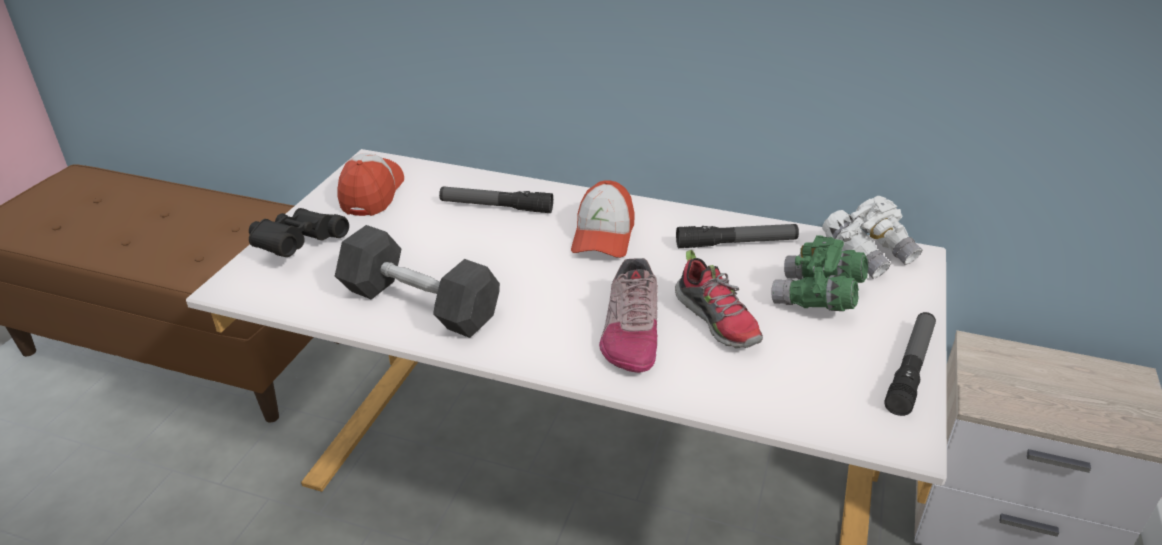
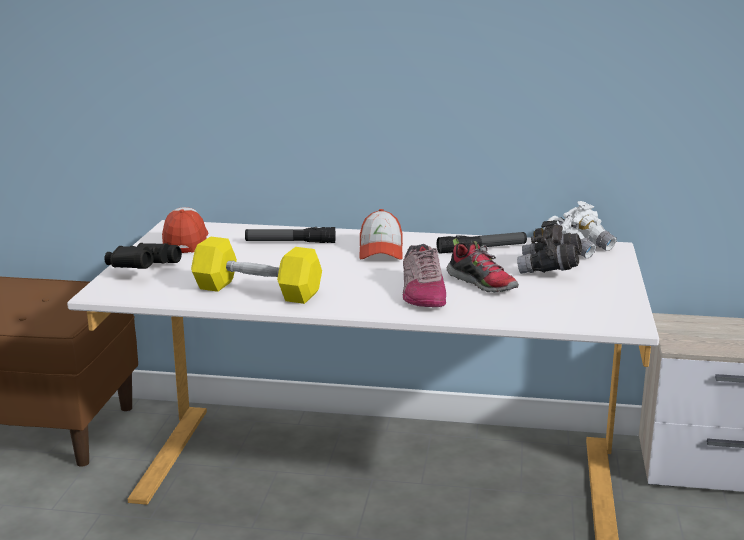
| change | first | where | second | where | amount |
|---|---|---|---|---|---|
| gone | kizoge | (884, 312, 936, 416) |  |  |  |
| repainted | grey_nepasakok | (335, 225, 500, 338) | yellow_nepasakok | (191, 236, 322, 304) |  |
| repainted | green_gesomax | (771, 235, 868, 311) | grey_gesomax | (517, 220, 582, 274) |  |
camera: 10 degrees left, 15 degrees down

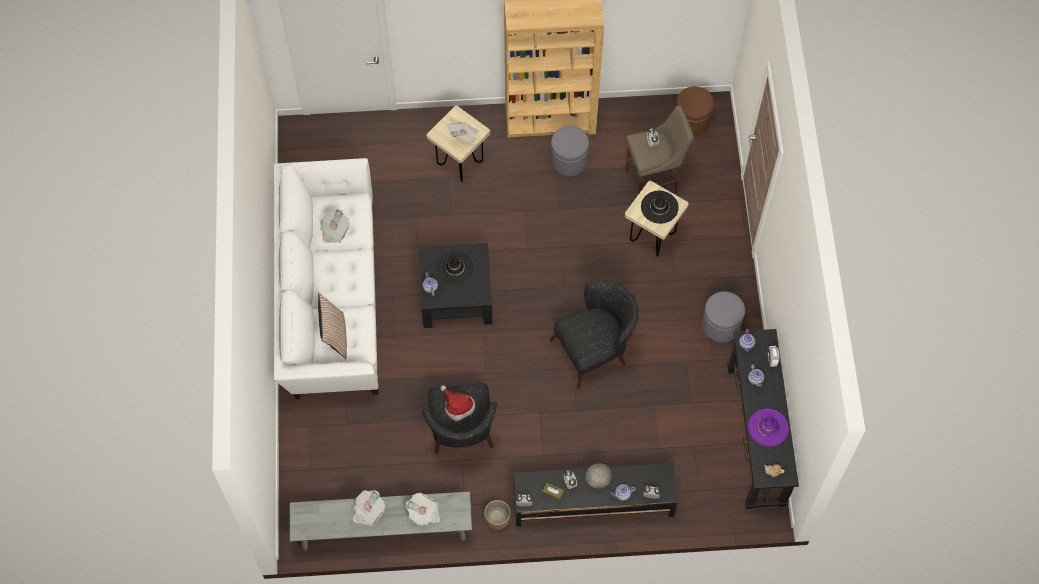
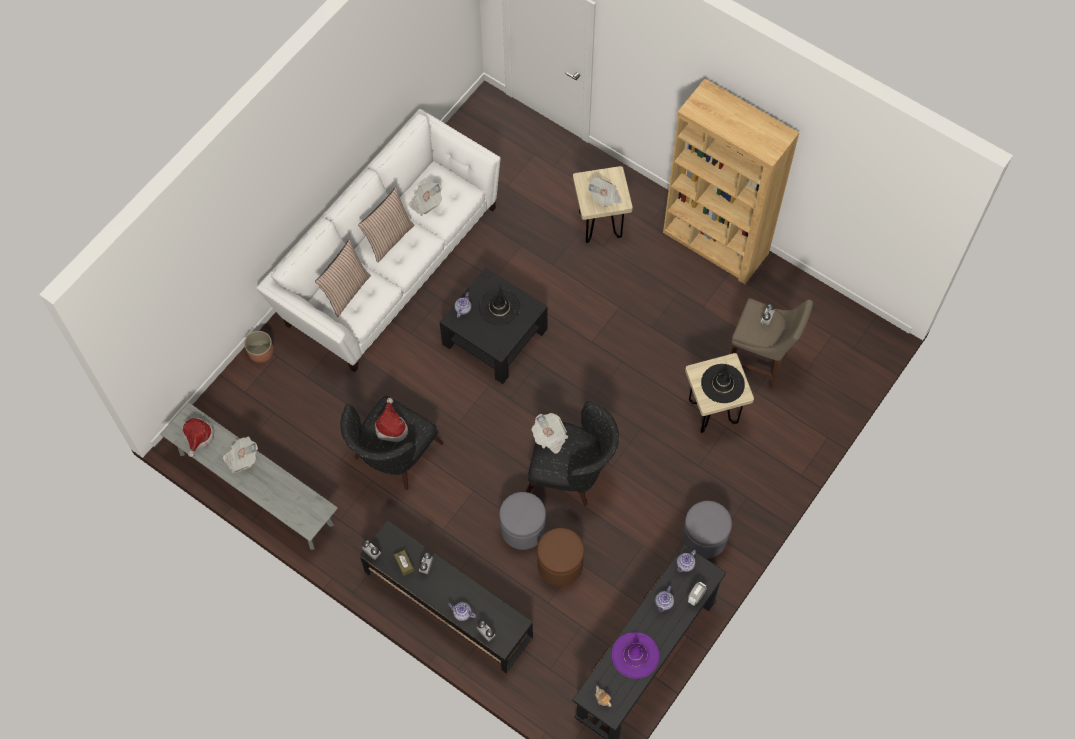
| change | first | where | second | where | amount |
|---|---|---|---|---|---|
| gone | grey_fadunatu | (586, 464, 612, 489) |  |  |  |
| new |  |  | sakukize | (182, 418, 214, 457) |  |
| new |  |  | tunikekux | (358, 187, 415, 263) |  |
| shifted | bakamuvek | (406, 493, 440, 526) |  | (532, 413, 568, 454) |  |
| shifted | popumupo | (484, 500, 511, 530) |  | (244, 331, 273, 363) |  |
| shifted | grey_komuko | (551, 126, 589, 176) |  | (499, 492, 546, 550) |  |
| shifted | brown_komuko | (676, 86, 714, 136) |  | (537, 528, 584, 586) |  |
camera: 40 degrees right, 0 degrees up

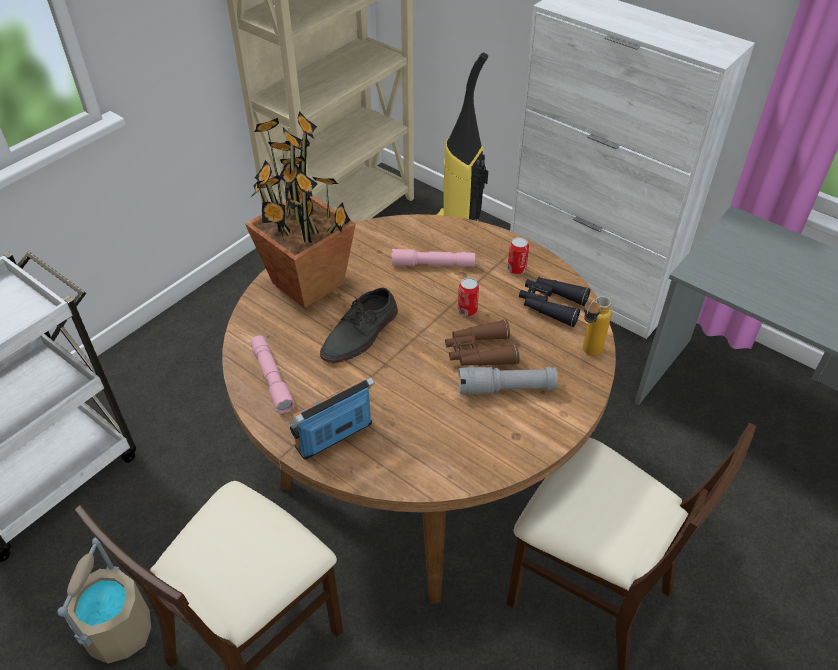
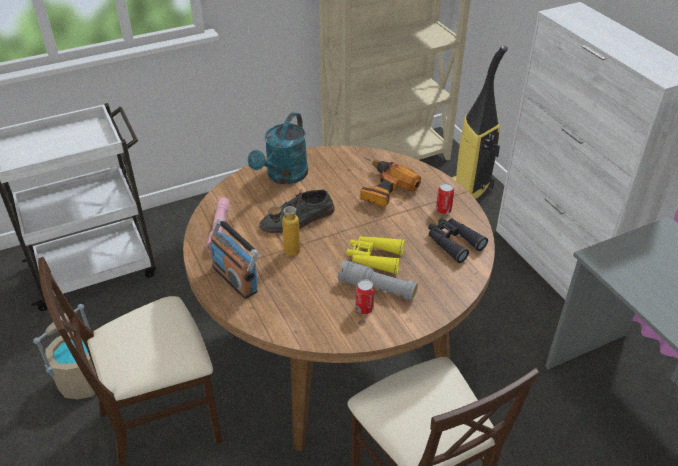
| change | first | where | second | where | amount |
|---|---|---|---|---|---|
| shifted | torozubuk | (458, 278, 479, 316) |  | (355, 279, 374, 314) |  |
| shifted | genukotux | (583, 296, 612, 356) |  | (267, 204, 300, 256) |  |
| swapped | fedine | (245, 111, 356, 308) | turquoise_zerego | (248, 112, 308, 184) |  |
| swapped | pink_kizoge | (391, 249, 475, 267) | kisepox | (360, 157, 421, 207) |  |
| repainted | brown_gesomax | (445, 320, 520, 366) | yellow_gesomax | (346, 236, 405, 274) |  |
| rotated | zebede | (290, 377, 375, 460) |  | (209, 219, 259, 299) | 120 degrees counterclockwise |
camera: 25 degrees right, 5 degrees down

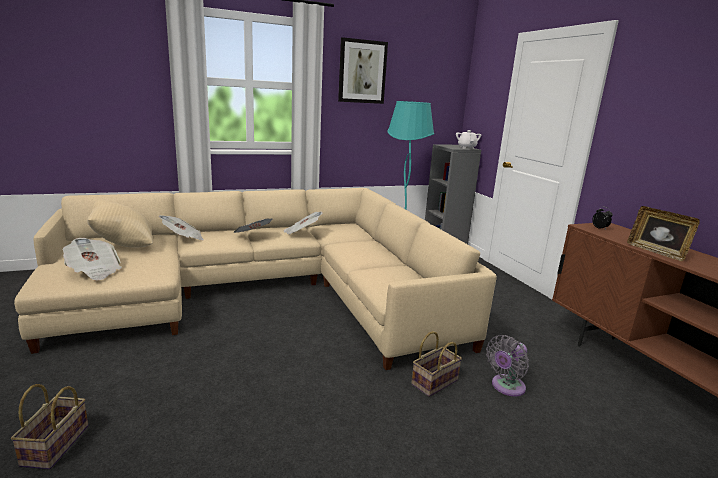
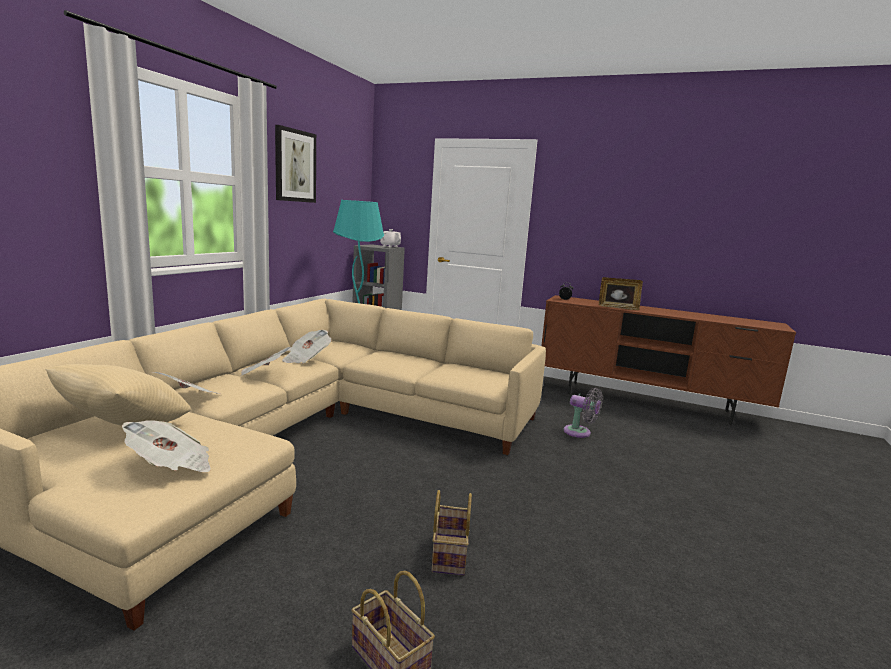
| change | first | where | second | where | amount |
|---|---|---|---|---|---|
| shifted | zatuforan | (411, 331, 462, 397) |  | (432, 490, 472, 576) |  |
| rotated | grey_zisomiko | (486, 335, 529, 396) |  | (564, 388, 603, 438) | 60 degrees counterclockwise |
camera: 45 degrees left, 5 degrees down

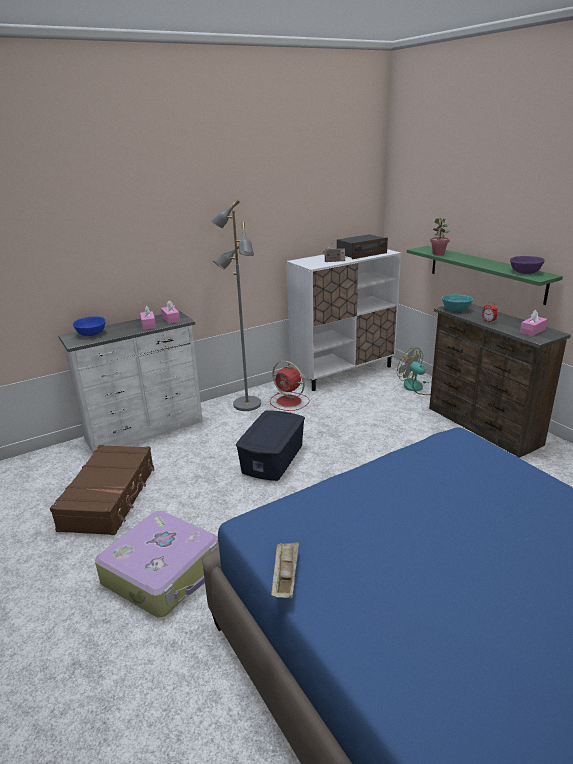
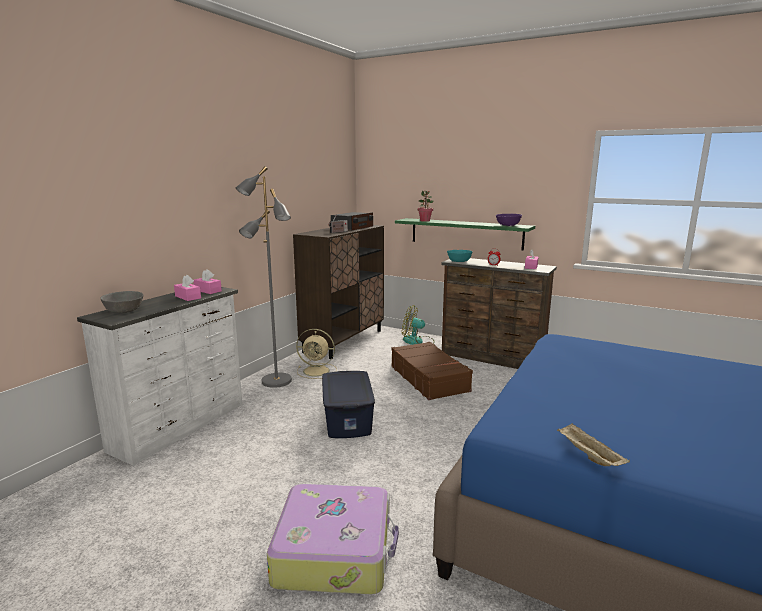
| change | first | where | second | where | amount |
|---|---|---|---|---|---|
| shifted | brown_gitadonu | (50, 445, 155, 535) |  | (391, 342, 473, 400) |  |
| repainted | blue_fadunatu | (73, 316, 106, 336) | grey_fadunatu | (100, 291, 143, 313) |  |
| repainted | red_zisomiko | (270, 361, 310, 411) | beige_zisomiko | (296, 329, 337, 379) |  |
| repainted | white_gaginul | (286, 249, 401, 391) | brown_gaginul | (293, 225, 384, 359) |  |
camera: 30 degrees left, 10 degrees down

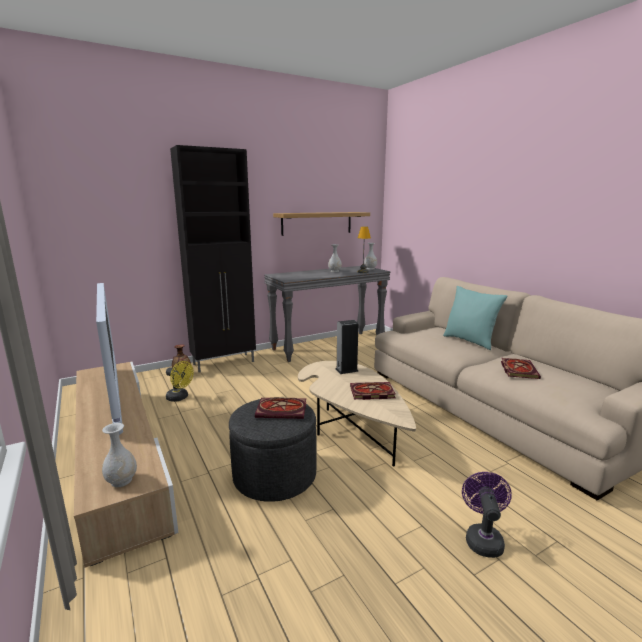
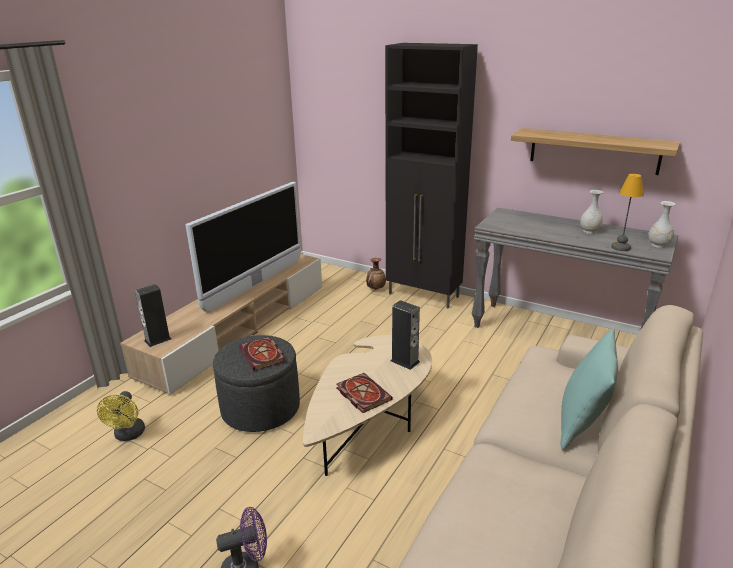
| change | first | where | second | where | amount |
|---|---|---|---|---|---|
| gone | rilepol | (501, 358, 541, 379) |  |  |  |
| shifted | yellow_zisomiko | (166, 361, 194, 402) |  | (97, 391, 145, 441) |  |
| swapped | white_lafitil | (102, 423, 137, 487) | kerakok | (135, 284, 171, 347) |  |
camera: 60 degrees right, 10 degrees up

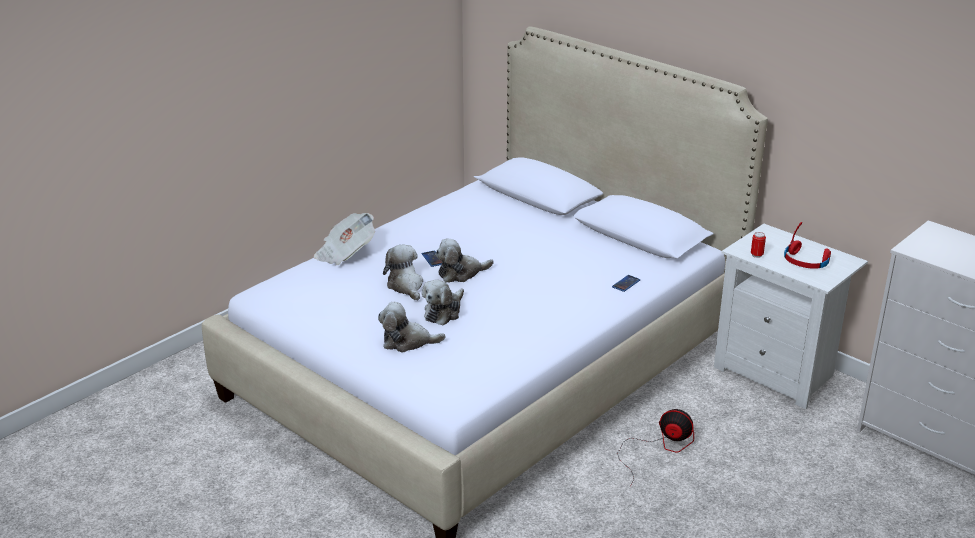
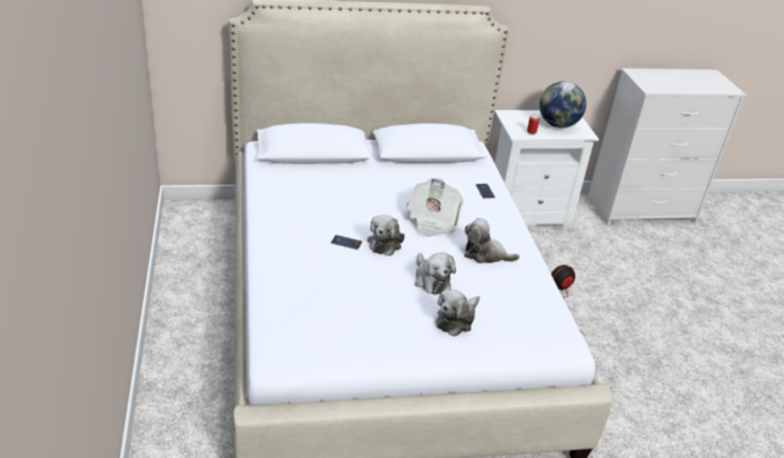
| change | first | where | second | where | amount |
|---|---|---|---|---|---|
| shifted | bakamuvek | (314, 213, 375, 265) |  | (407, 178, 463, 237) |  |
| shifted | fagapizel | (383, 245, 423, 301) |  | (464, 218, 520, 264) |  |
| swapped | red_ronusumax | (784, 222, 831, 269) | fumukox | (539, 81, 586, 128) |  |
camera: 55 degrees left, 5 degrees up

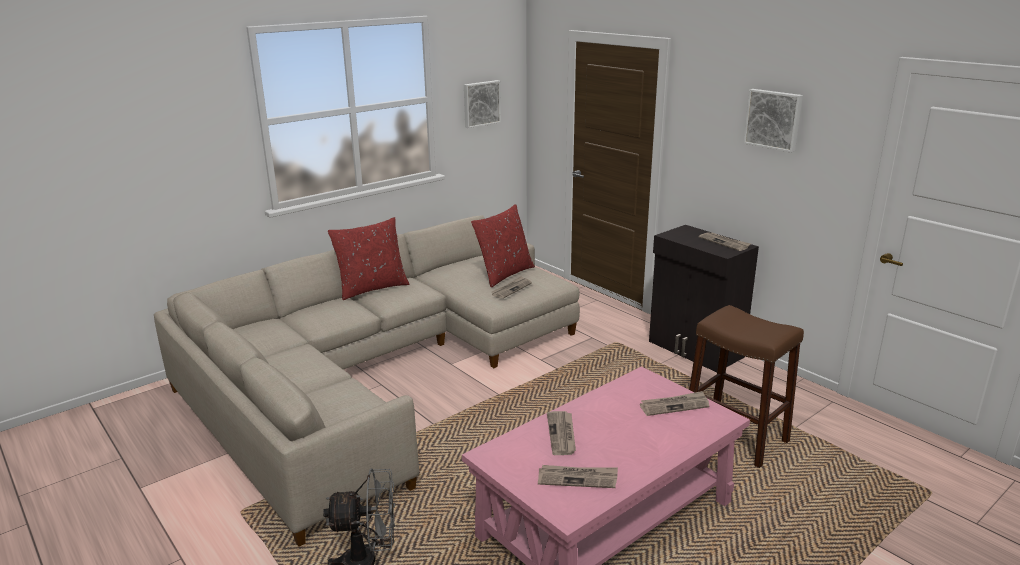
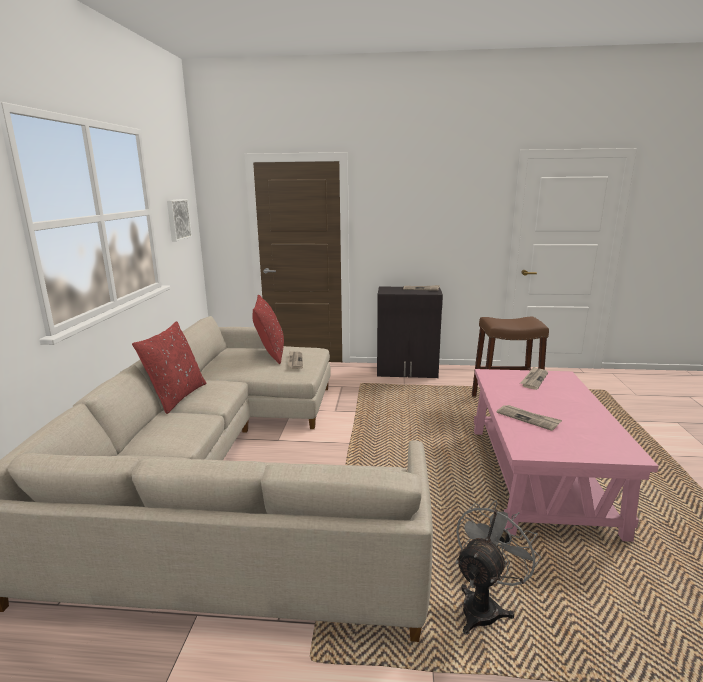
| change | first | where | second | where | amount |
|---|---|---|---|---|---|
| gone | bakamuvek | (538, 465, 618, 488) |  |  |  |
| gone | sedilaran | (743, 89, 803, 153) |  |  |  |
camera: 45 degrees left, 5 degrees down

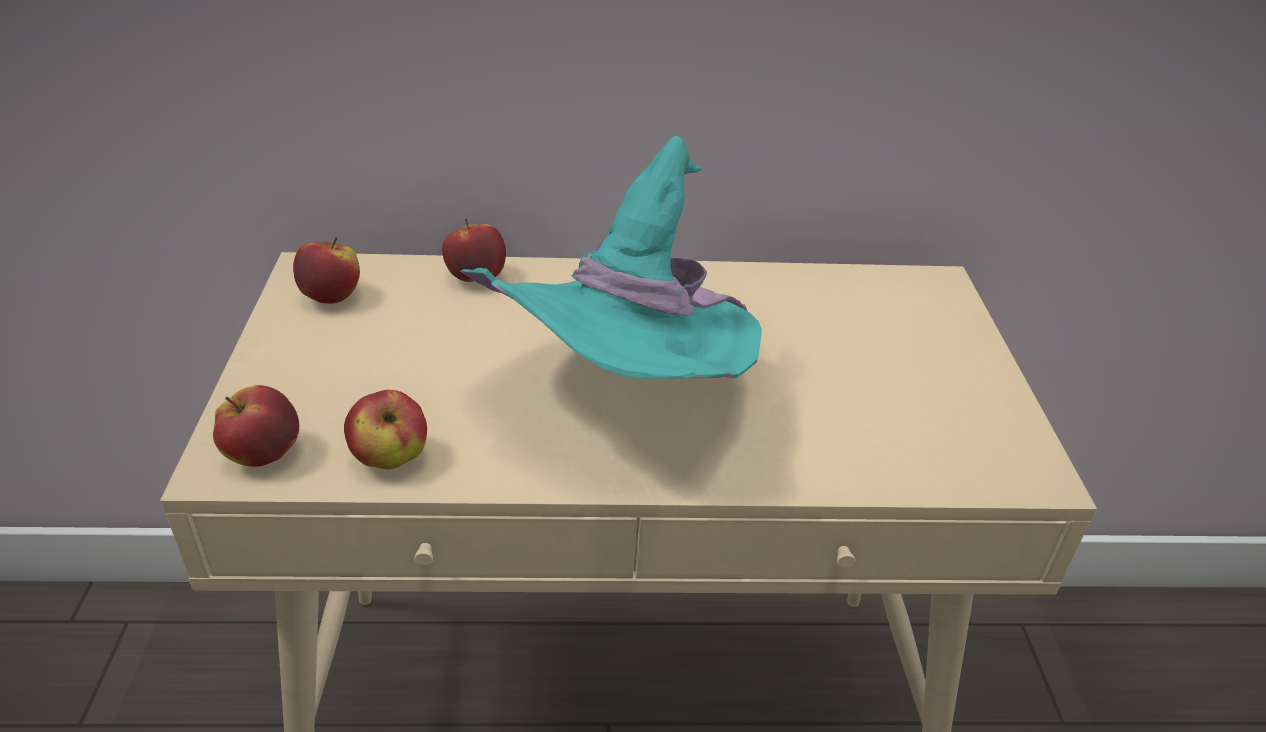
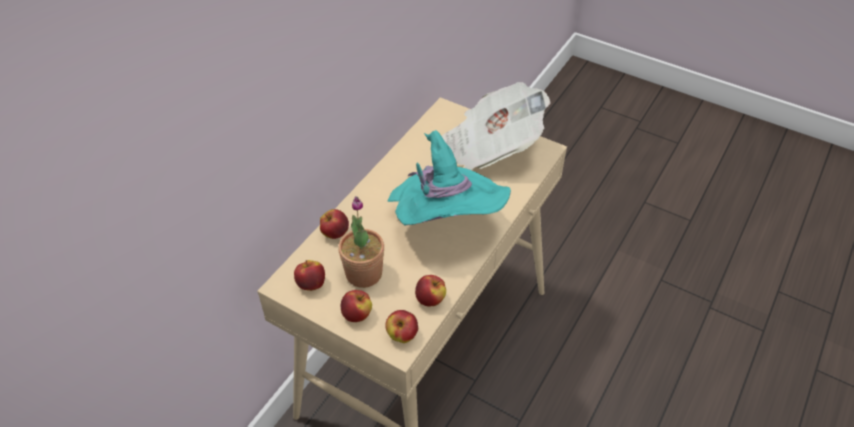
| change | first | where | second | where | amount |
|---|---|---|---|---|---|
| new |  |  | fedine | (338, 196, 384, 288) |  |
| new |  |  | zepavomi | (341, 290, 372, 322) |  |
| new |  |  | bakamuvek | (442, 82, 551, 170) |  |
camera: 55 degrees left, 10 degrees up

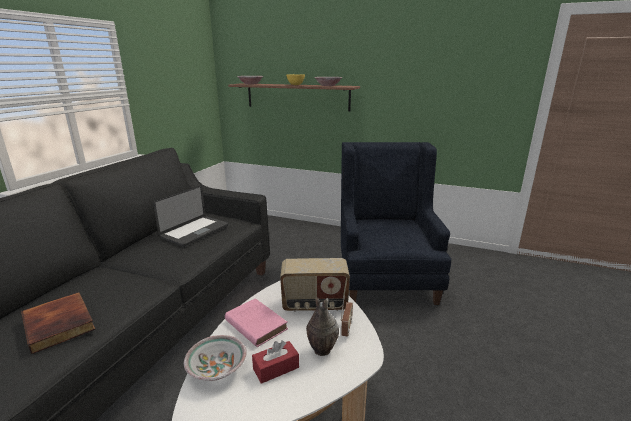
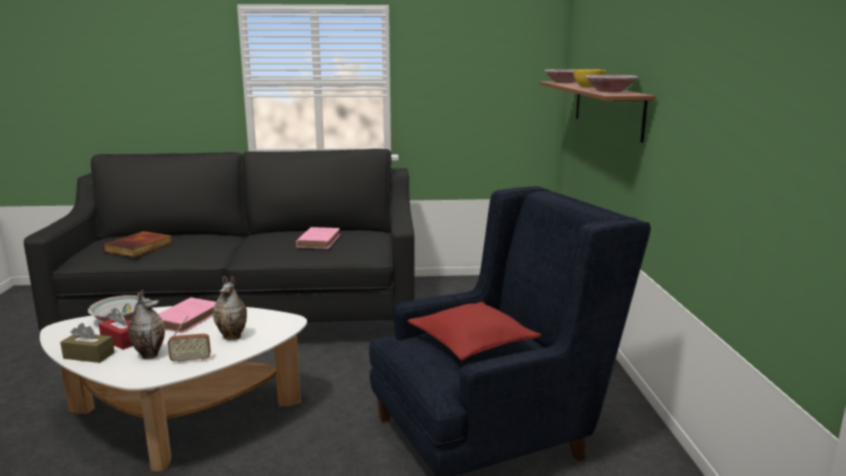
| change | first | where | second | where | amount |
|---|---|---|---|---|---|
| new |  |  | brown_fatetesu | (60, 323, 115, 363) |  |
| new |  |  | red_tunikekux | (407, 302, 541, 360) |  |
| swapped | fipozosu | (153, 185, 228, 247) | pink_rilepol | (296, 227, 340, 249) |  |
| swapped | zebede | (280, 258, 350, 312) | lafitil | (213, 275, 247, 340) |  |
camera: 65 degrees right, 5 degrees down

